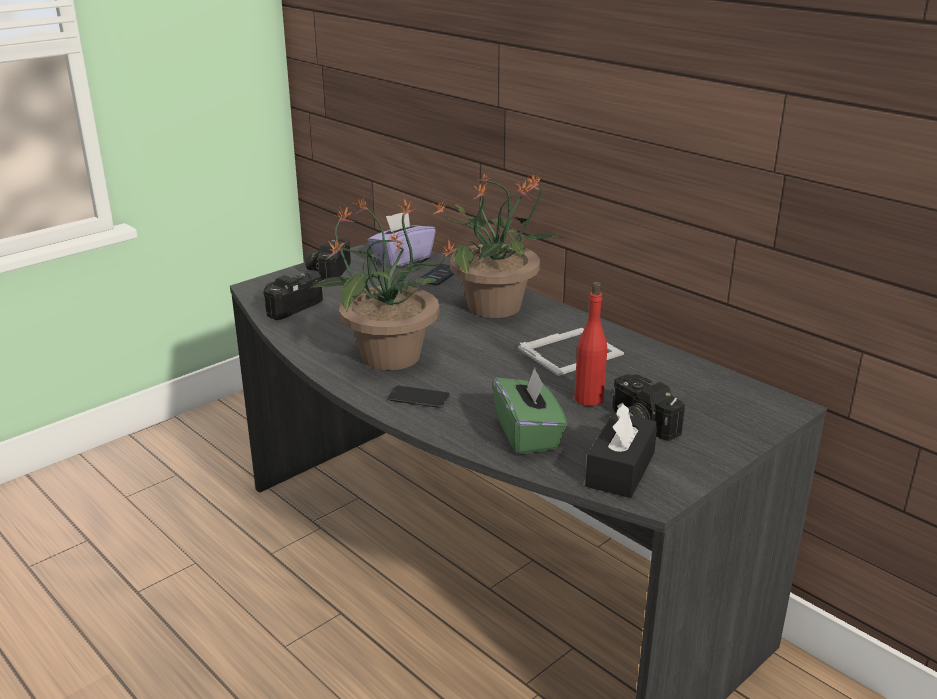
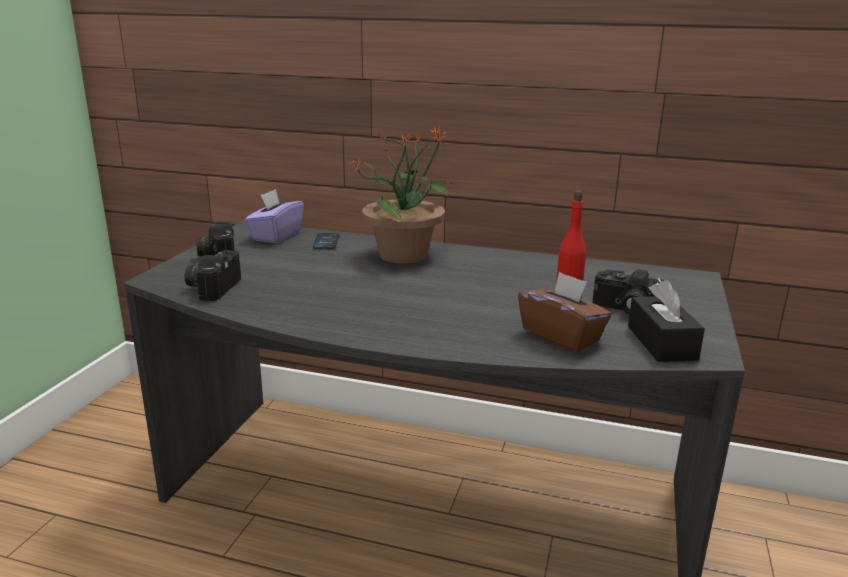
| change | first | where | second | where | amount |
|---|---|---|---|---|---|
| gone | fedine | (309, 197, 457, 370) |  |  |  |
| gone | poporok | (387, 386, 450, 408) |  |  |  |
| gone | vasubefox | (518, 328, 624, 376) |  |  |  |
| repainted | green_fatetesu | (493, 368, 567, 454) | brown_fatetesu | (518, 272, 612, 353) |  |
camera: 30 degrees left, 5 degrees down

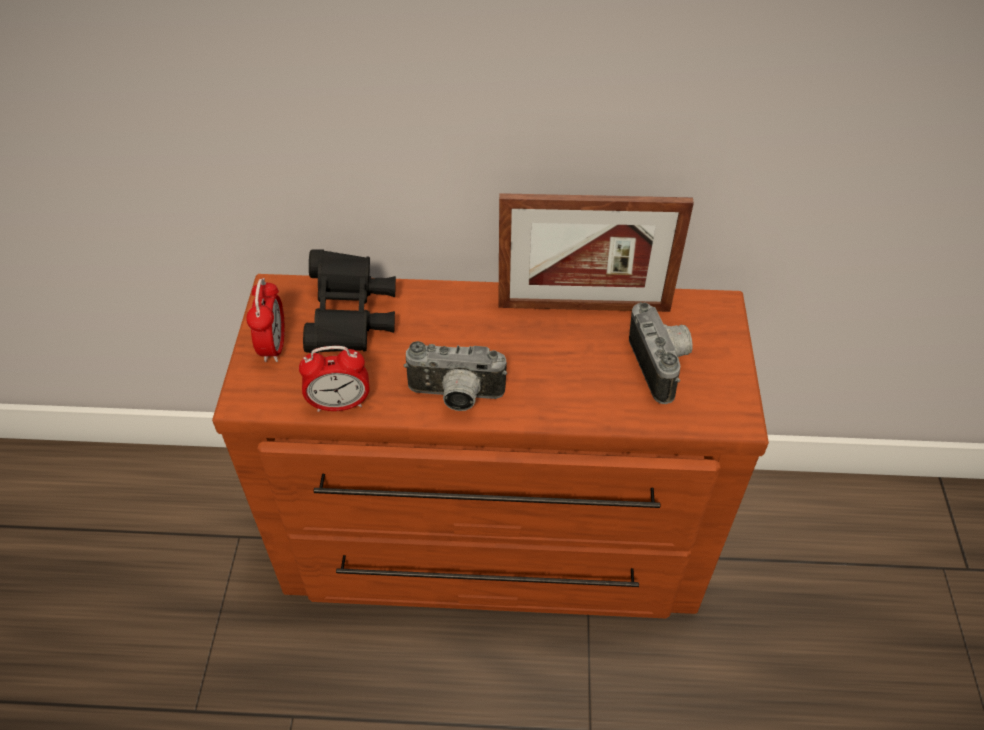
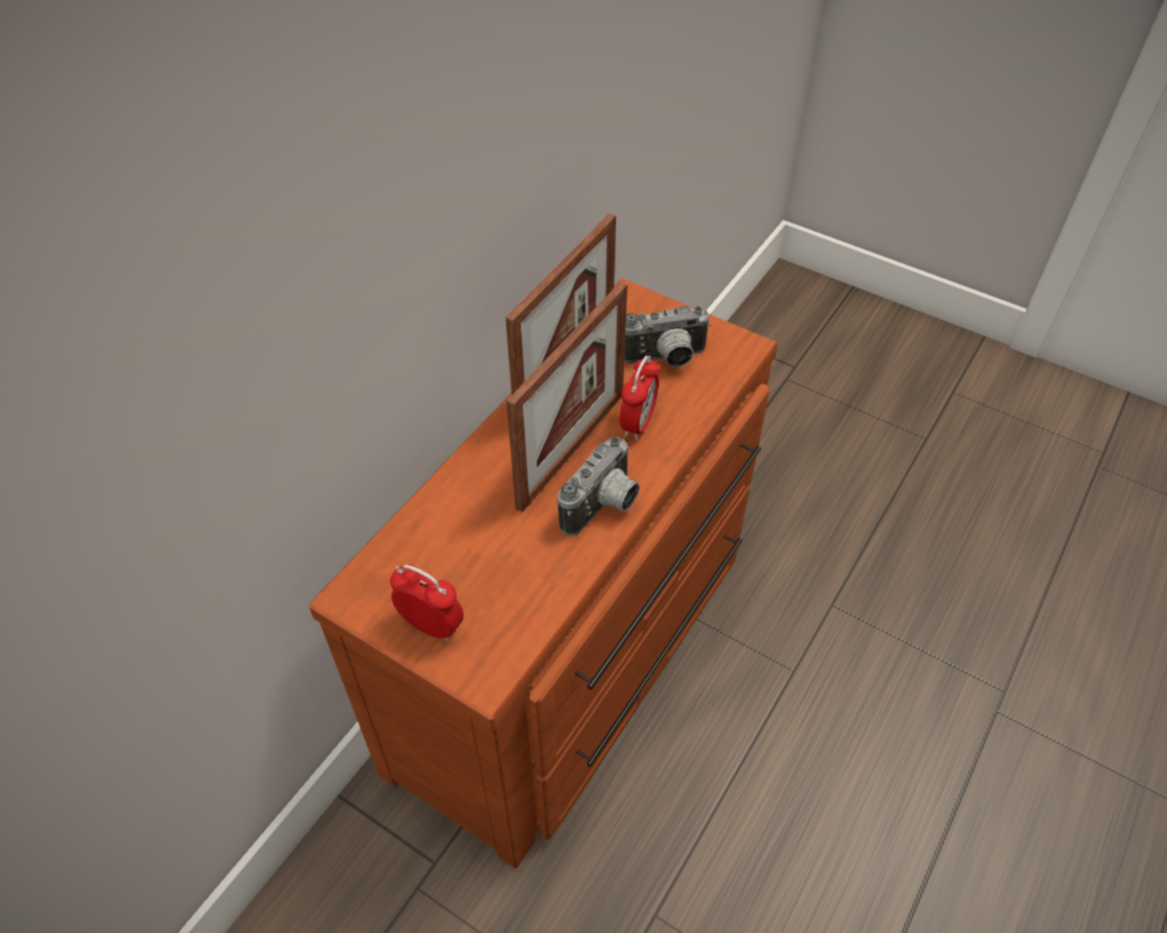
| change | first | where | second | where | amount |
|---|---|---|---|---|---|
| gone | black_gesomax | (303, 249, 396, 353) |  |  |  |
| new |  |  | vasubefox | (506, 282, 627, 512) |  |
| shifted | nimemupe | (299, 346, 370, 412) |  | (620, 356, 660, 440) |  |
| rotated | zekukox | (629, 302, 693, 404) |  | (624, 306, 711, 367) | 150 degrees clockwise |
camera: 60 degrees left, 0 degrees up

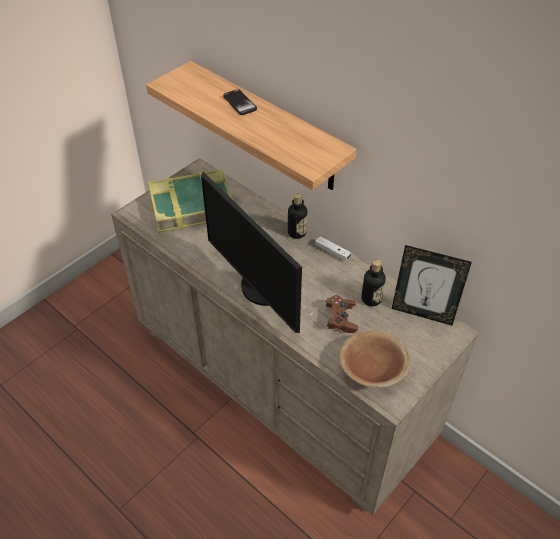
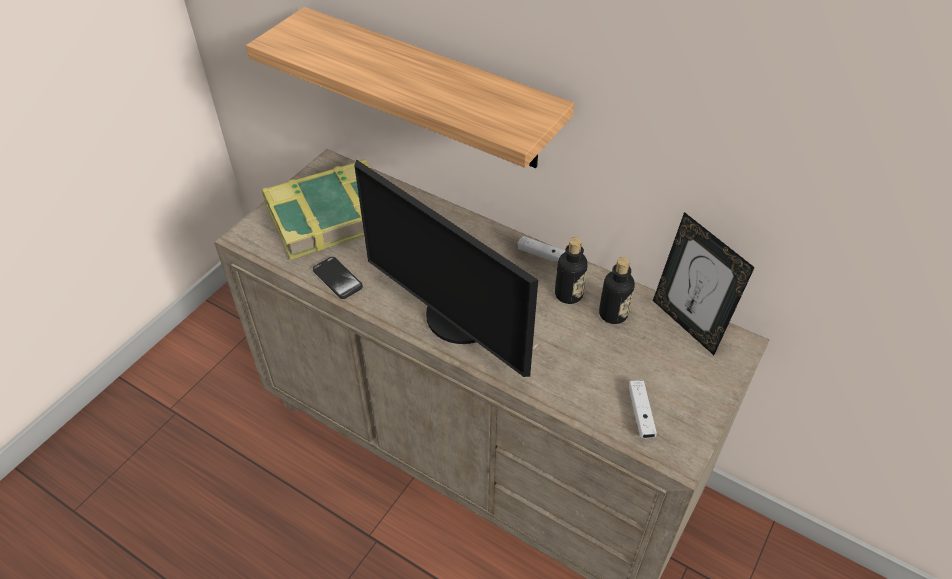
| change | first | where | second | where | amount |
|---|---|---|---|---|---|
| gone | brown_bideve | (325, 295, 358, 333) |  |  |  |
| shifted | poporok | (223, 89, 257, 115) |  | (313, 257, 363, 299) |  |
| shifted | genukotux | (288, 193, 307, 239) |  | (555, 237, 588, 304) |  |
| swapped | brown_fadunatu | (339, 331, 411, 388) | white_bideve | (629, 380, 657, 438) |  |
| rotated | vasubefox | (392, 245, 472, 325) |  | (653, 212, 755, 355) | 45 degrees clockwise |
camera: 10 degrees left, 0 degrees up

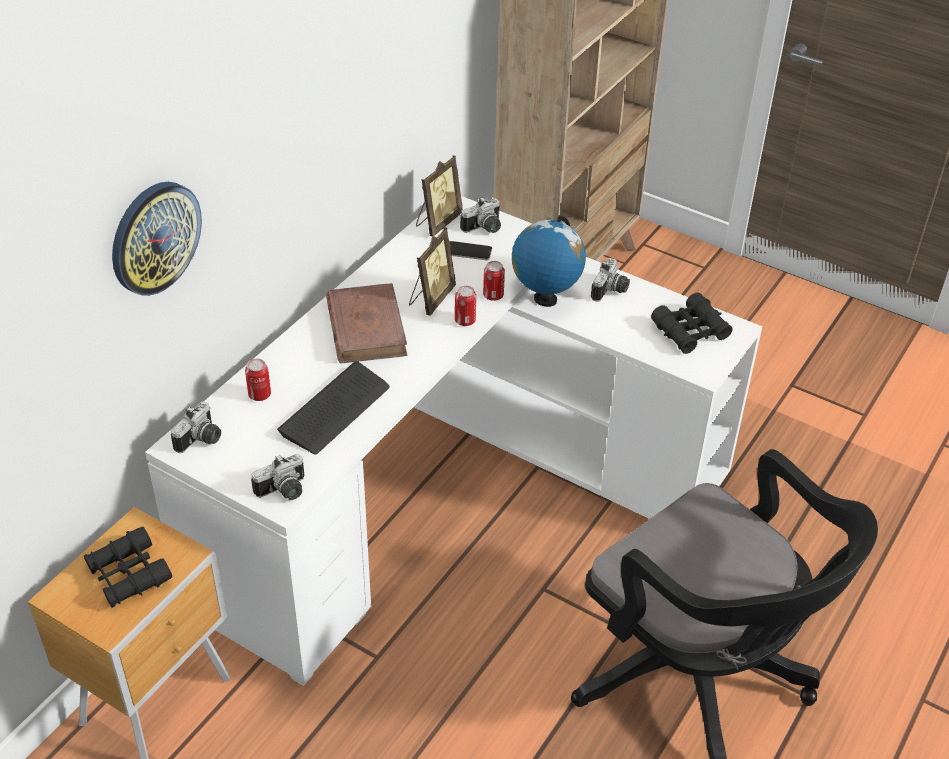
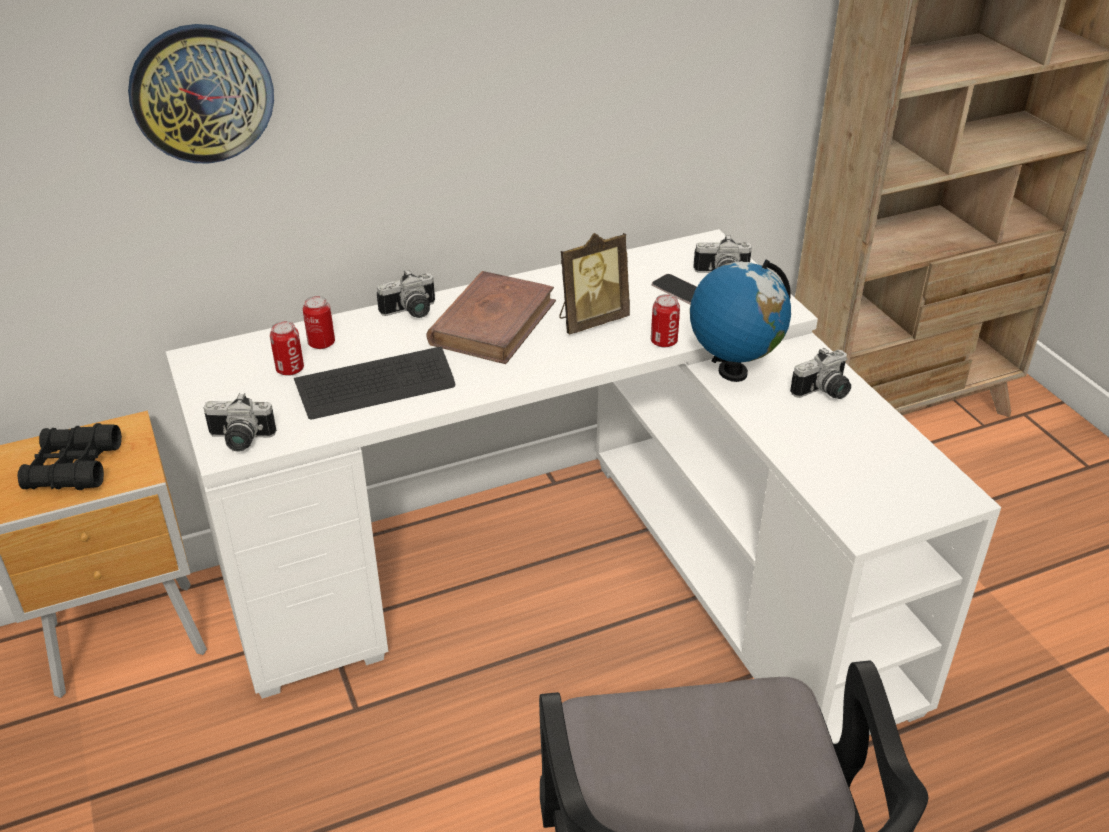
| change | first | where | second | where | amount |
|---|---|---|---|---|---|
| gone | vasubefox | (416, 155, 463, 236) |  |  |  |
| gone | black_gesomax | (651, 292, 733, 354) |  |  |  |
| shifted | zekukox | (171, 402, 221, 453) |  | (377, 270, 435, 318) |  |
| shifted | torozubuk | (455, 286, 476, 326) |  | (270, 321, 304, 376) |  |
camera: 35 degrees right, 5 degrees down

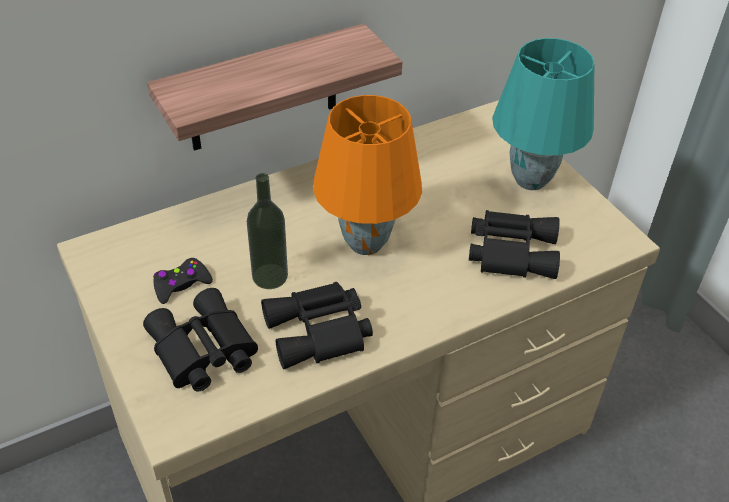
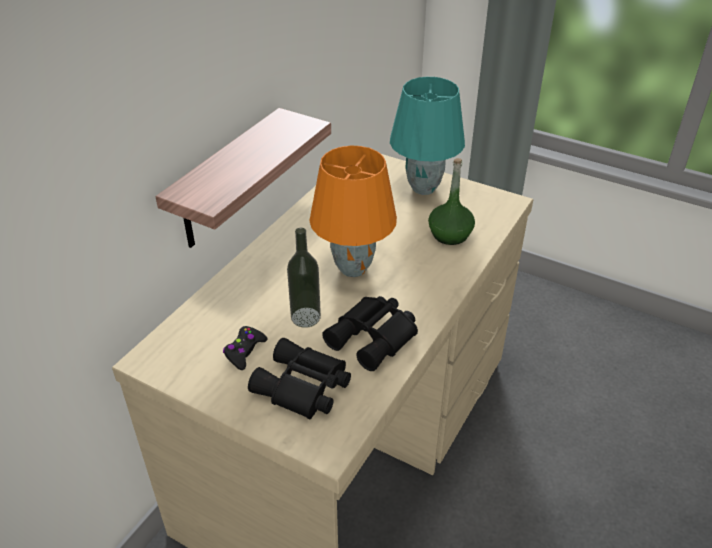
| change | first | where | second | where | amount |
|---|---|---|---|---|---|
| swapped | black_gesomax | (469, 210, 560, 279) | green_genukotux | (428, 158, 475, 245) |  |
camera: 30 degrees left, 5 degrees down

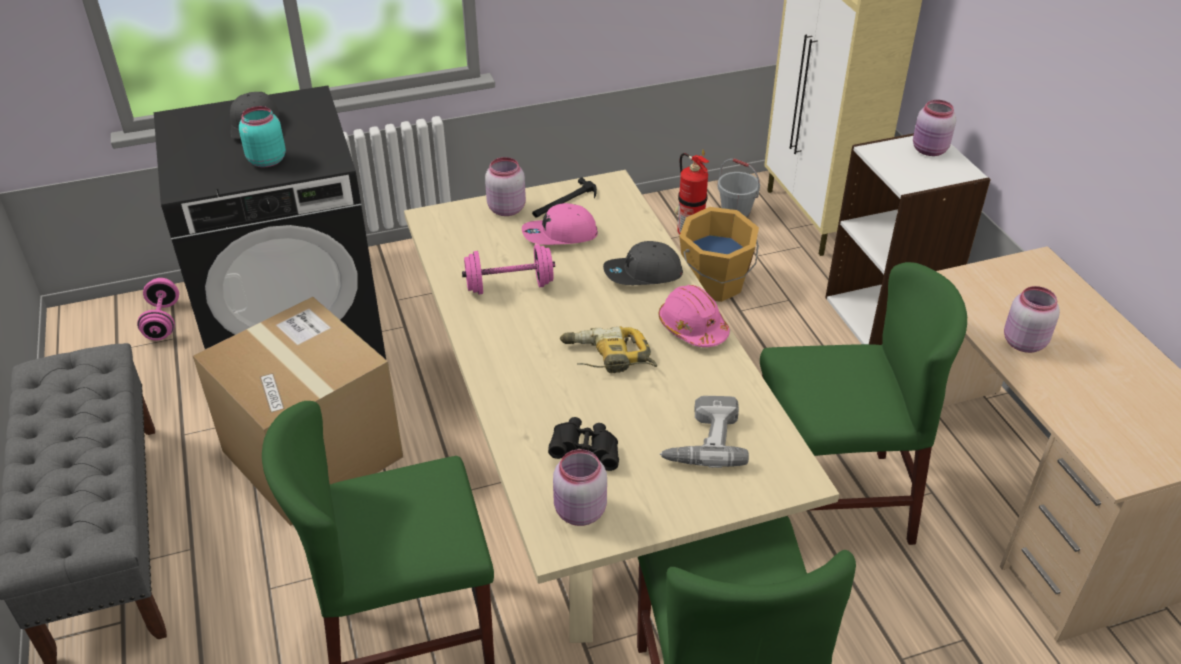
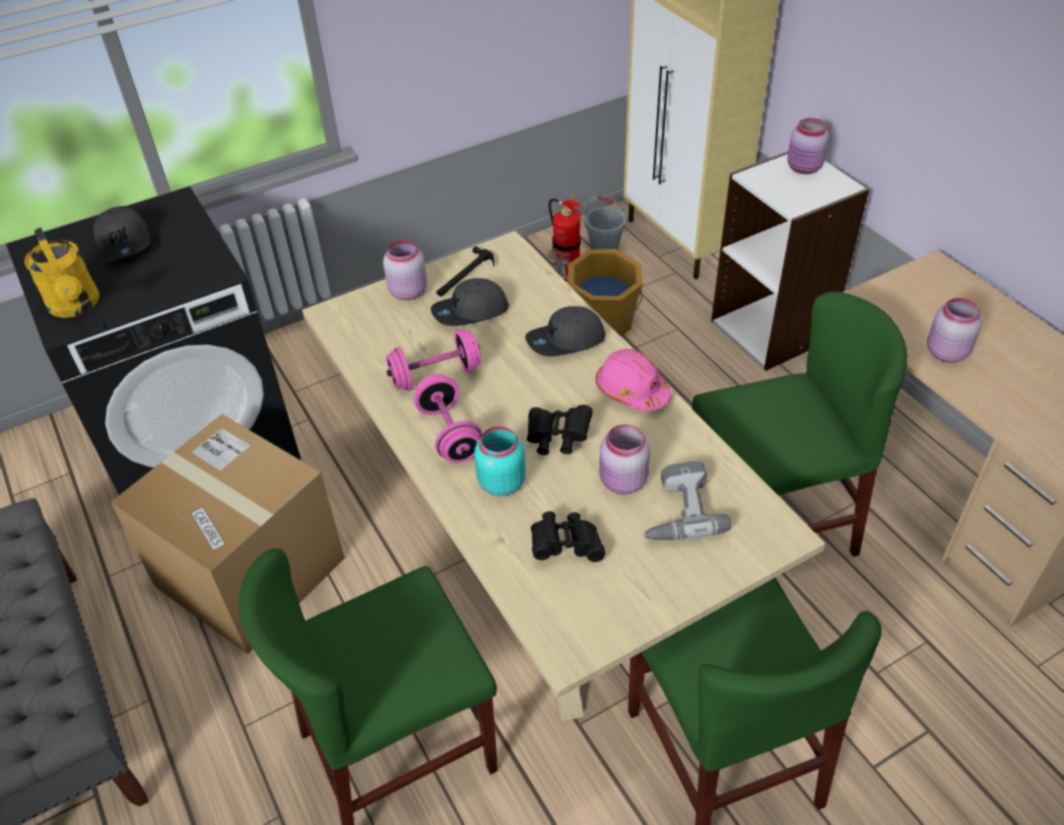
| change | first | where | second | where | amount |
|---|---|---|---|---|---|
| new |  |  | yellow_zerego | (24, 227, 100, 318) |  |
| shifted | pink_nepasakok | (137, 278, 179, 341) |  | (414, 374, 482, 463) |  |
| shifted | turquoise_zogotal | (239, 106, 286, 167) |  | (474, 426, 526, 496) |  |
| shifted | pink_zogotal | (553, 449, 607, 526) |  | (599, 424, 650, 495) |  |
| swapped | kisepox | (560, 326, 657, 373) | black_gesomax | (527, 405, 593, 455) |  |
| repainted | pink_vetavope | (522, 203, 598, 245) | grey_vetavope | (431, 278, 509, 326) |  |
camera: 10 degrees left, 5 degrees up

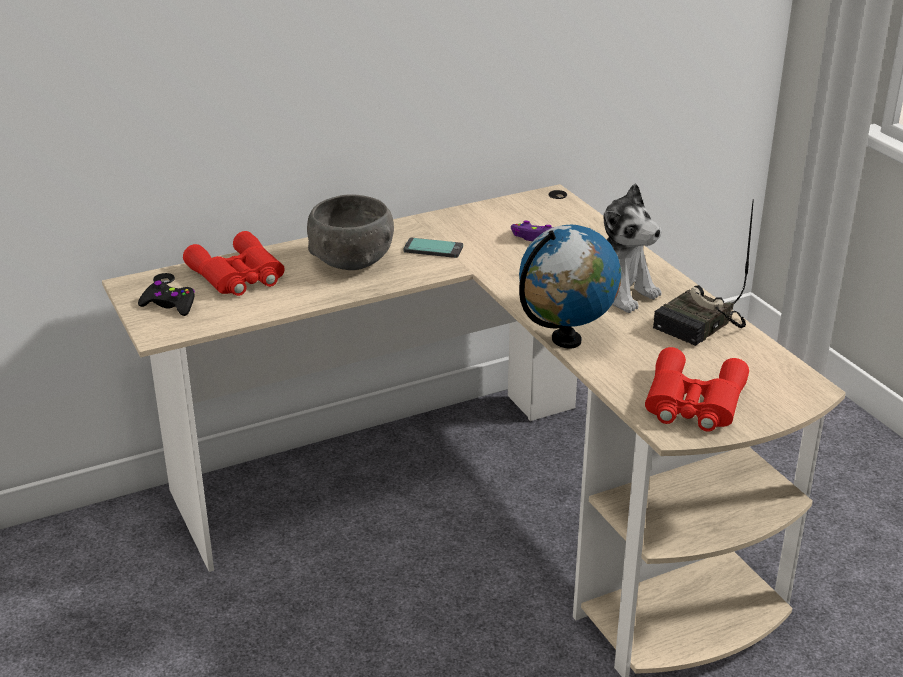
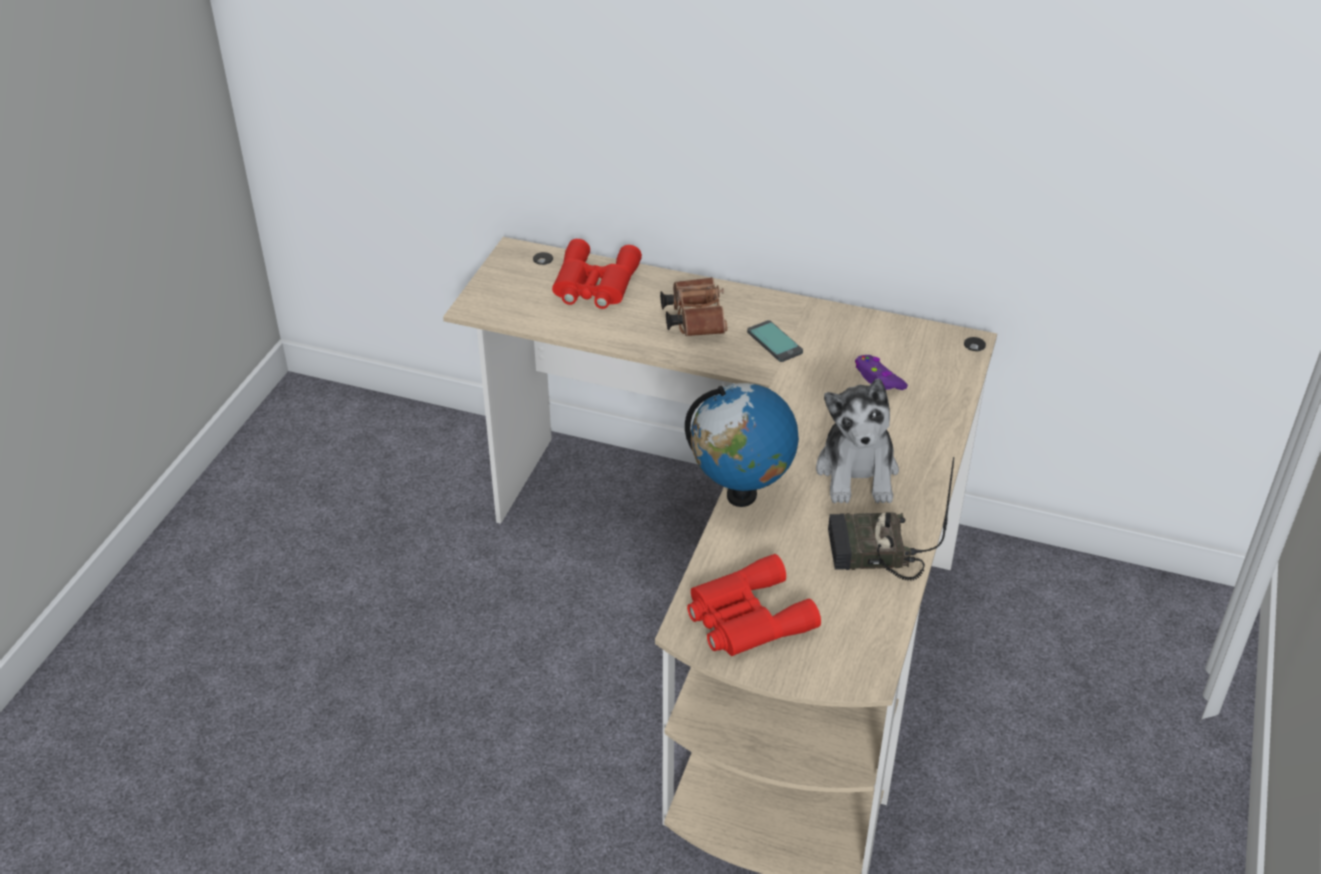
| change | first | where | second | where | amount |
|---|---|---|---|---|---|
| gone | black_bideve | (138, 280, 195, 316) |  |  |  |
| swapped | grey_fadunatu | (307, 194, 394, 270) | brown_gesomax | (660, 277, 727, 336) |  |
camera: 45 degrees right, 10 degrees up

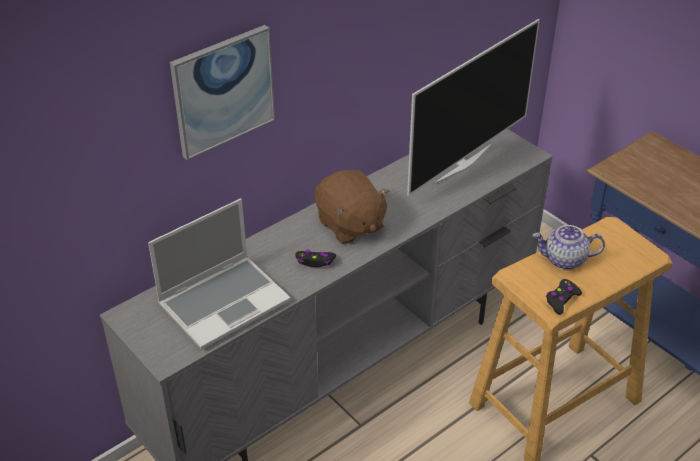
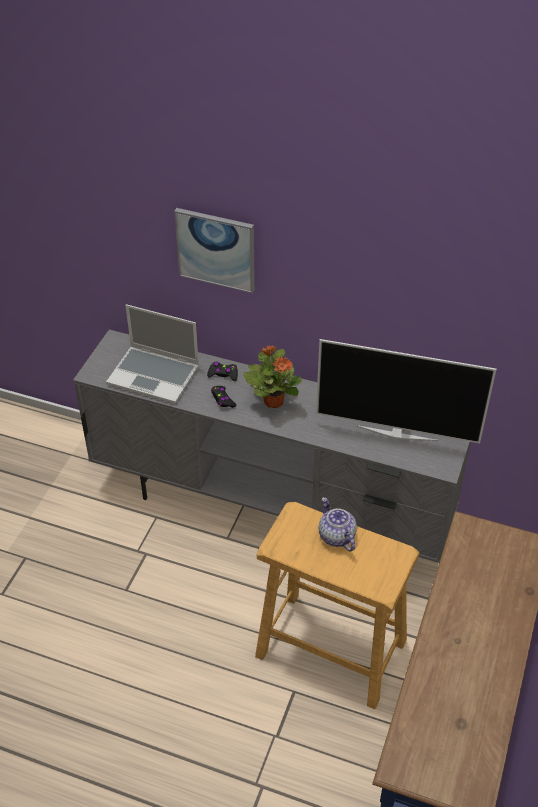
| change | first | where | second | where | amount |
|---|---|---|---|---|---|
| shifted | black_bideve | (546, 279, 582, 315) |  | (207, 362, 238, 381) |  |
| swapped | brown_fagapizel | (315, 170, 390, 244) | fedine | (243, 345, 302, 408) |  |
camera: 60 degrees right, 5 degrees up

